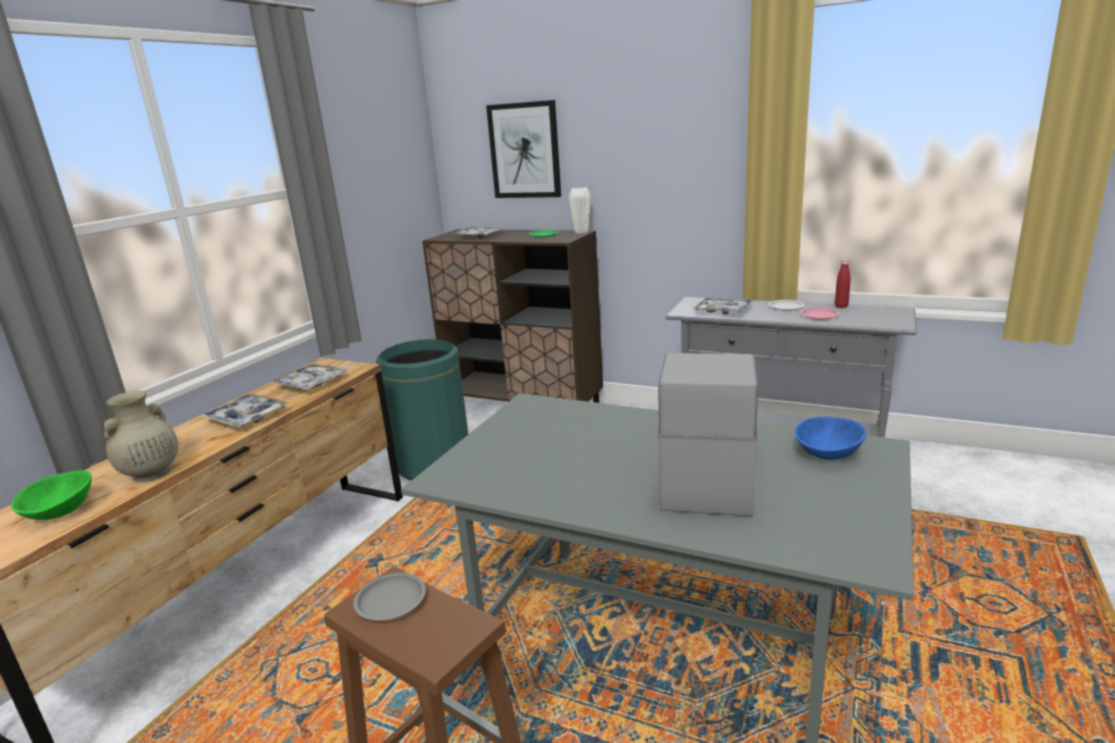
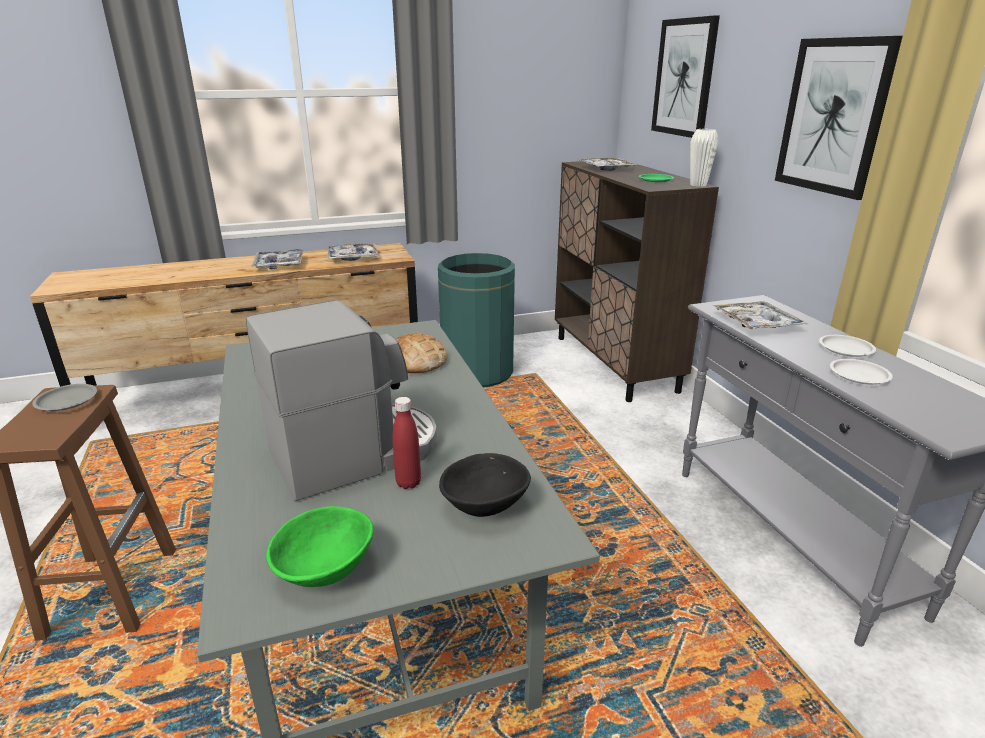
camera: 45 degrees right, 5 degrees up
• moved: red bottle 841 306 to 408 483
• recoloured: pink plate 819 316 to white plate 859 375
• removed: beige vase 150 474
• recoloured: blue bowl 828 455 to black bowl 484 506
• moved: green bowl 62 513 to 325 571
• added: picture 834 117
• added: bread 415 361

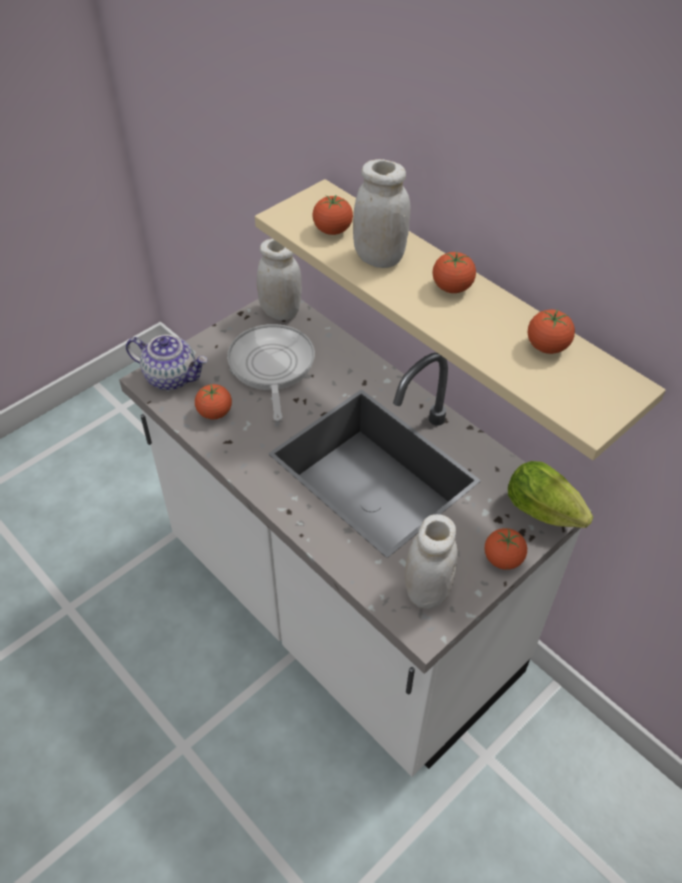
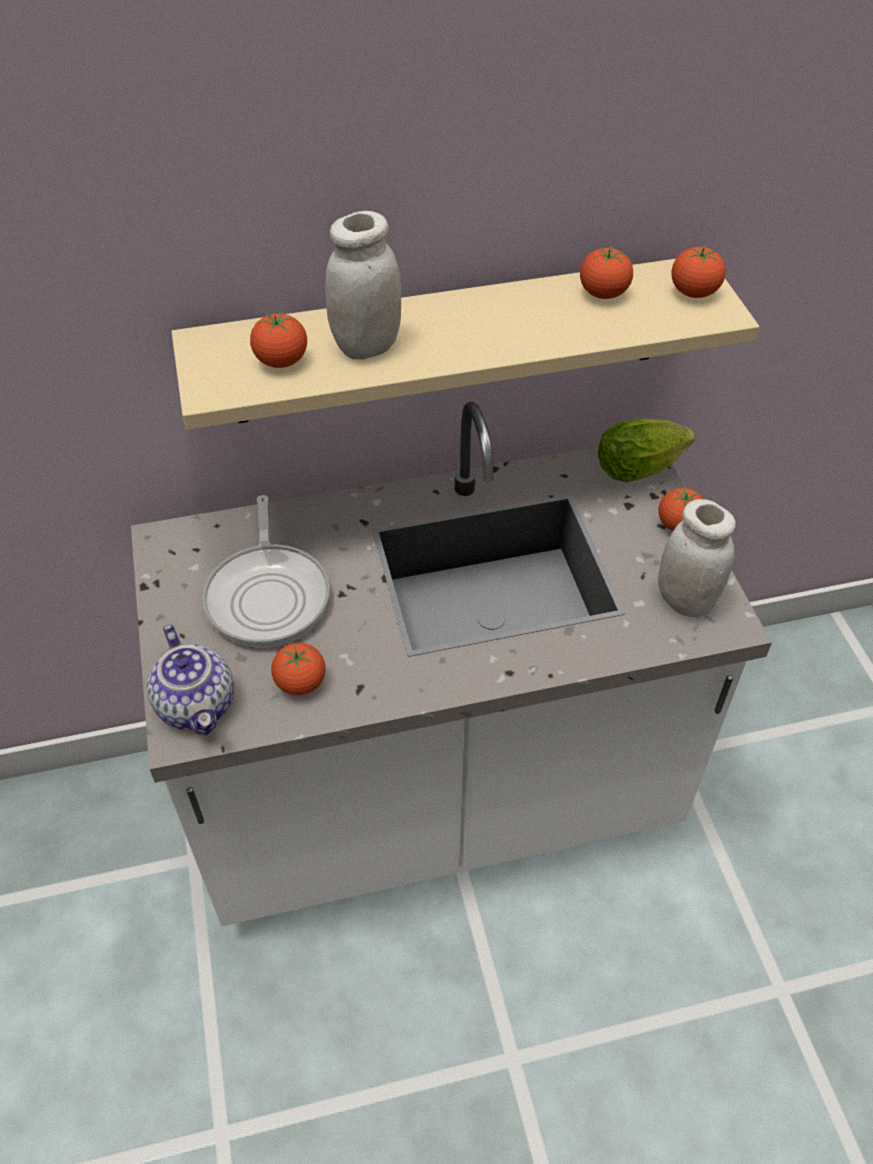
camera: 60 degrees left, 0 degrees up
• removed: white jar 280 312
• moved: tomato 452 288 to 693 293
• turned: frying pan 271 367 = 268 594 120 degrees counterclockwise
• turned: teapot 172 377 = 198 705 105 degrees clockwise

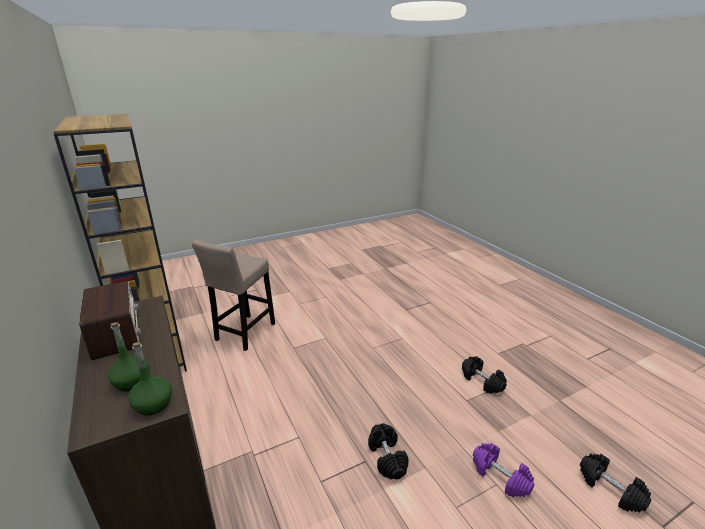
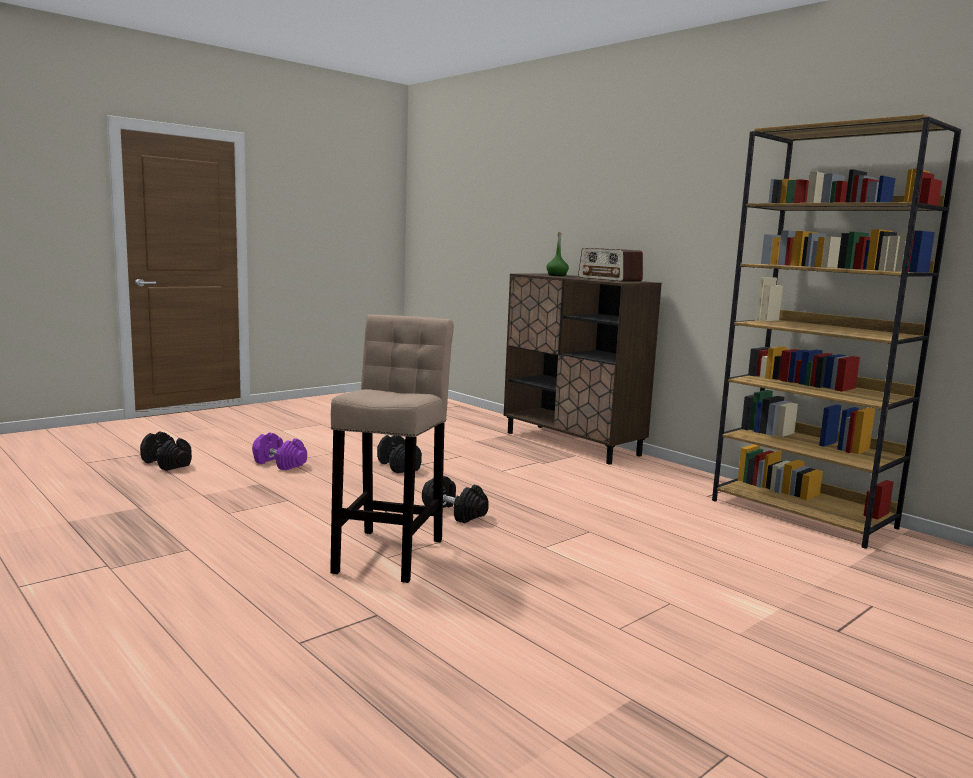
camera: 165 degrees right, 15 degrees down
• moved: beige stool 243 334 to 390 552
• removed: green bottle 153 404
• moved: black dumbbell 481 381 to 454 513

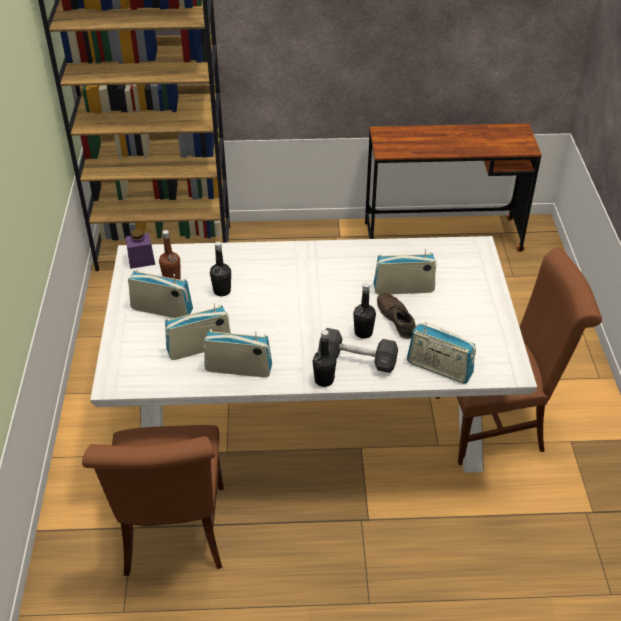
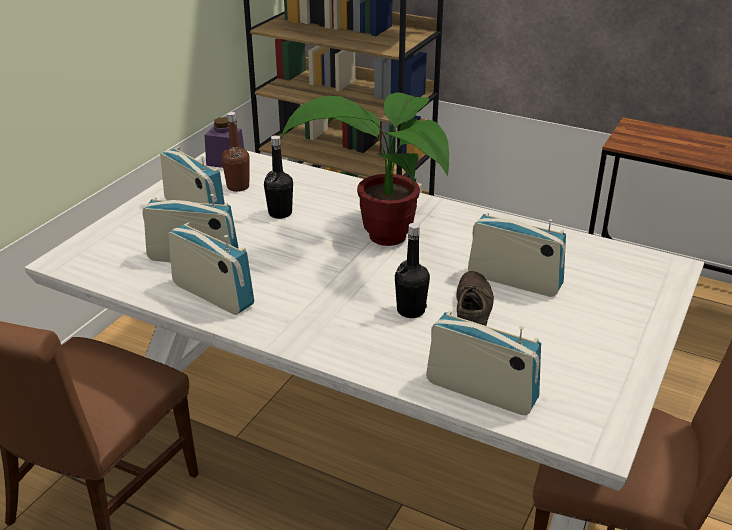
camera: 30 degrees right, 10 degrees down
• turned: radio 439 368 = 481 391 150 degrees clockwise
• removed: black dumbbell 357 360
• removed: black bottle 324 380
• added: potted plant 380 238

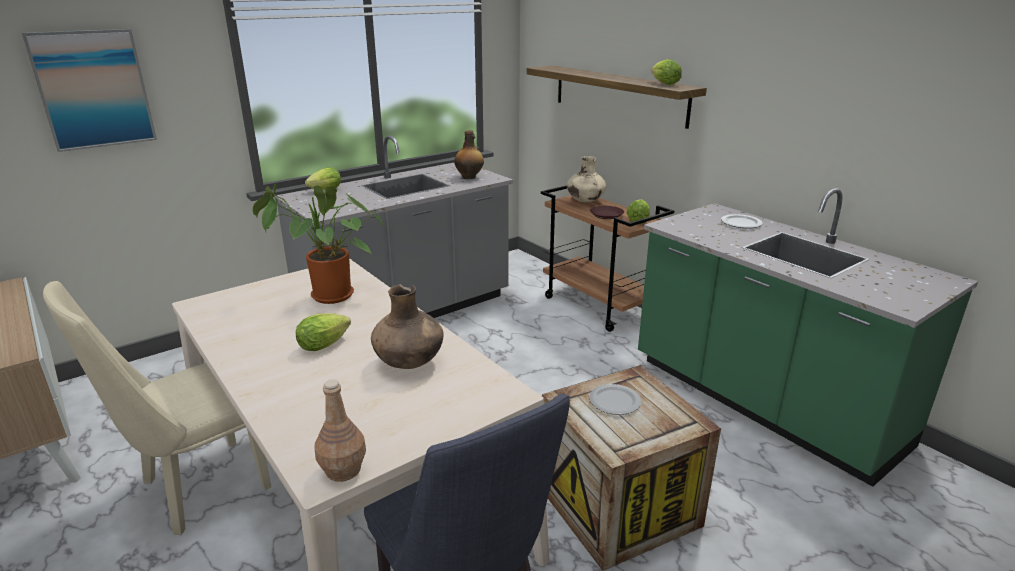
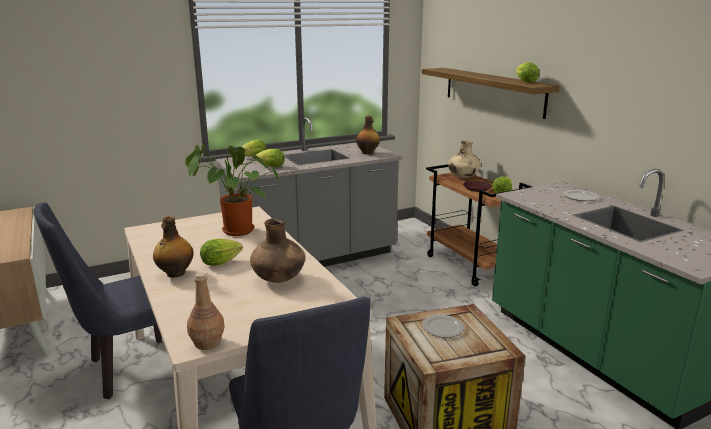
camera: 10 degrees right, 5 degrees down
• removed: picture 93 89
• recoloured: beige chair 195 490 to blue chair 125 370
• added: lettuce 269 166
• added: bottle 175 274

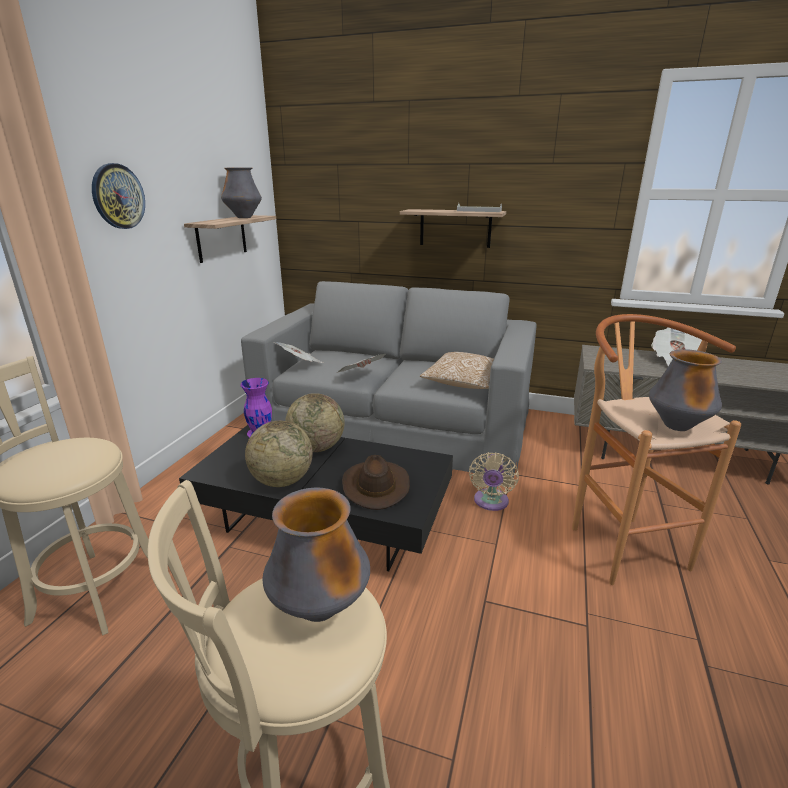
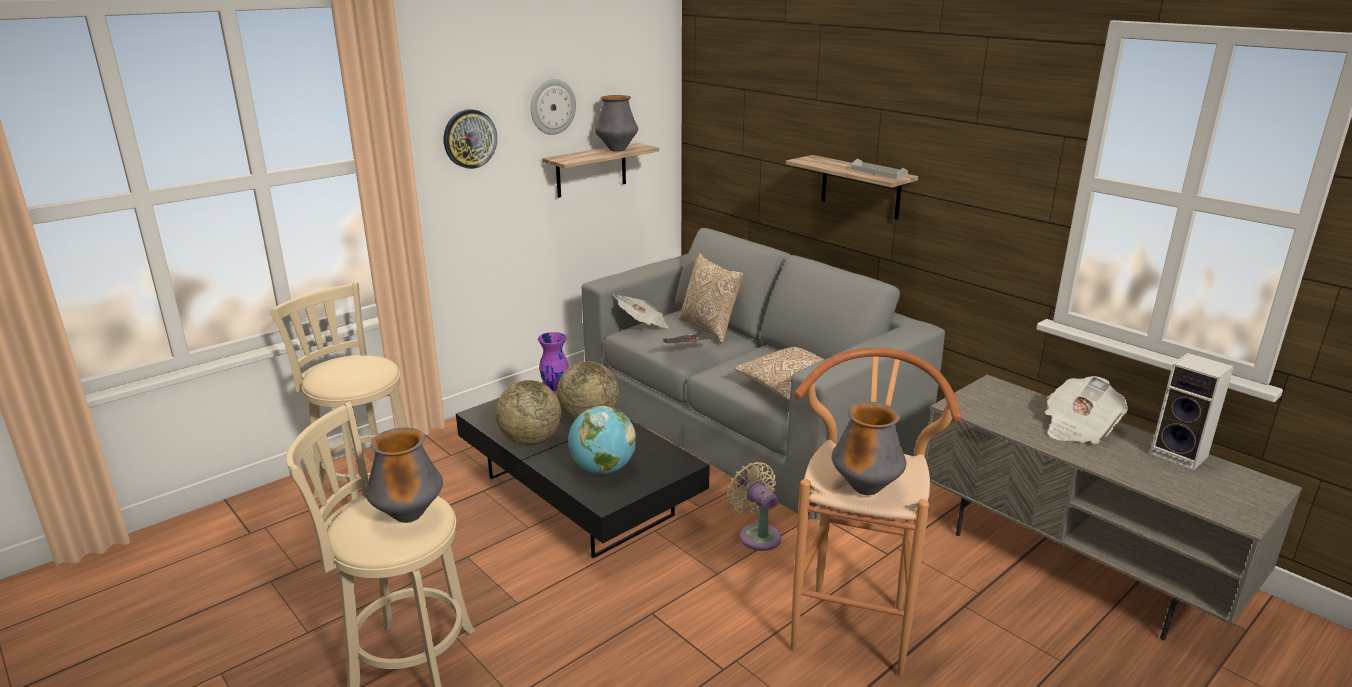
camera: 30 degrees right, 0 degrees up
• turned: beige fan 490 502 = 757 535 105 degrees clockwise
• replaced: brown hat 375 486 to globe 602 469
• added: wall clock 552 106
• added: pillow 710 329
• added: speaker 1181 456

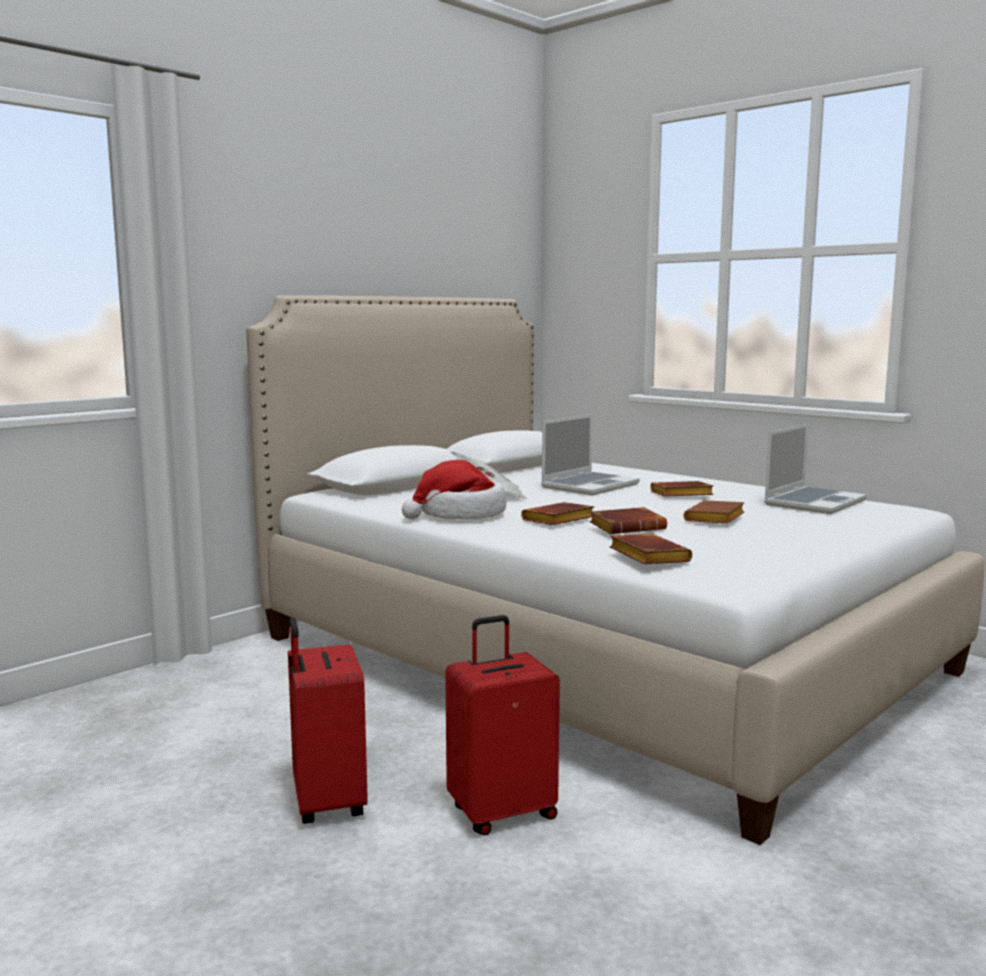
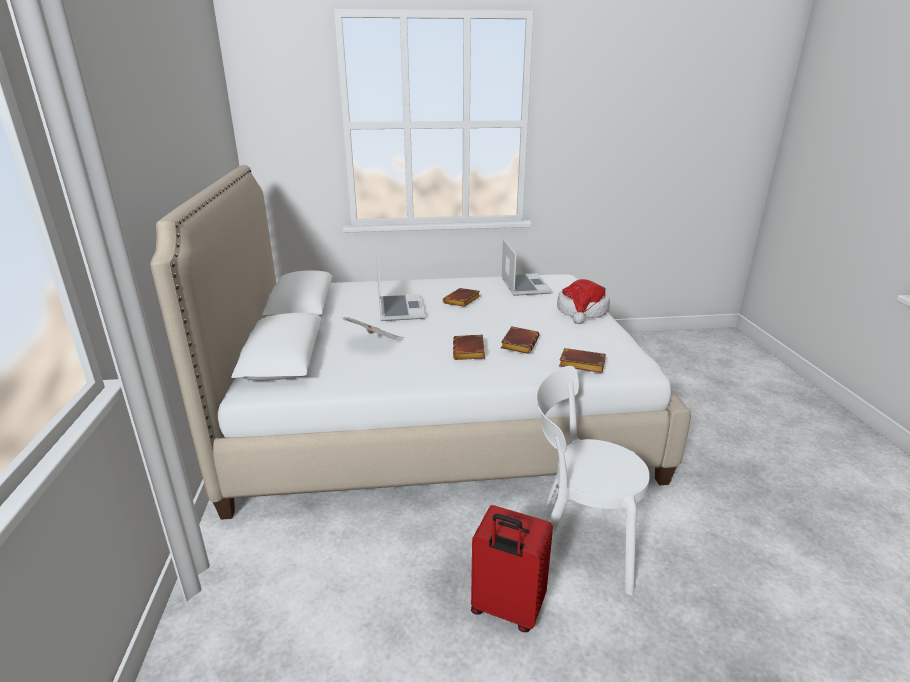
camera: 50 degrees left, 15 degrees up
• moved: hat 460 514 to 582 311
• removed: brown book 716 519
• replaced: red suitcase 502 812 to white chair 578 544

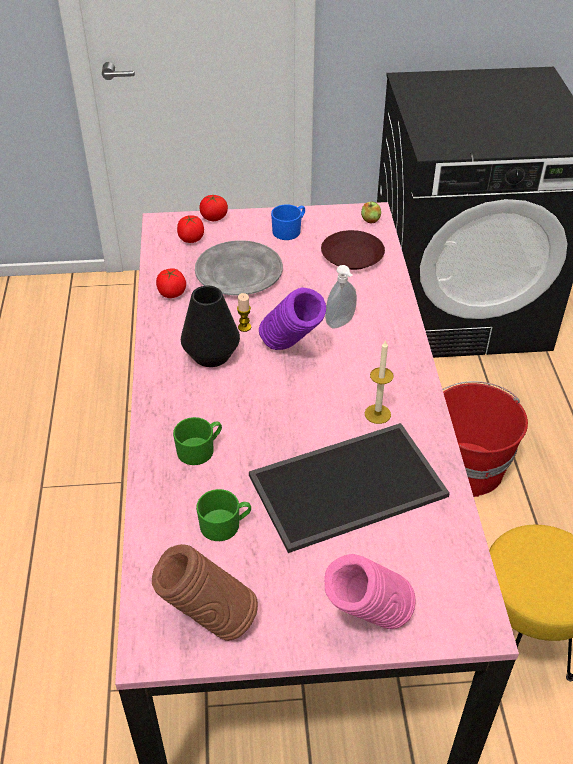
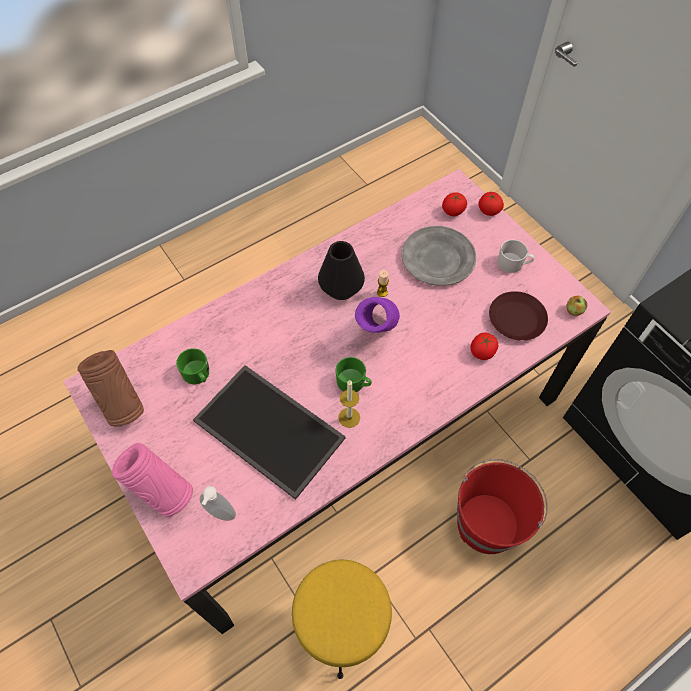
camera: 60 degrees right, 15 degrees up
• recoloured: blue mug 289 230 to white mug 513 264
• moved: soap dispenser 341 324 to 220 515
• moved: tomato 172 293 to 482 352
• moved: green mug 200 449 to 354 382

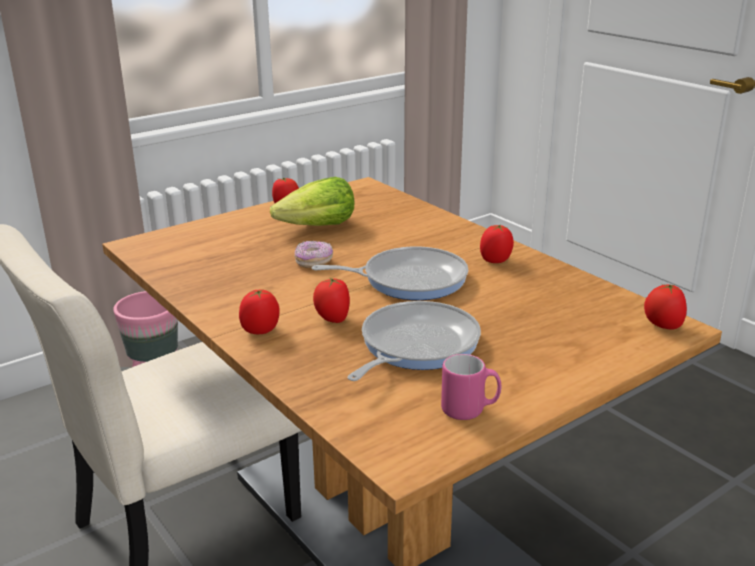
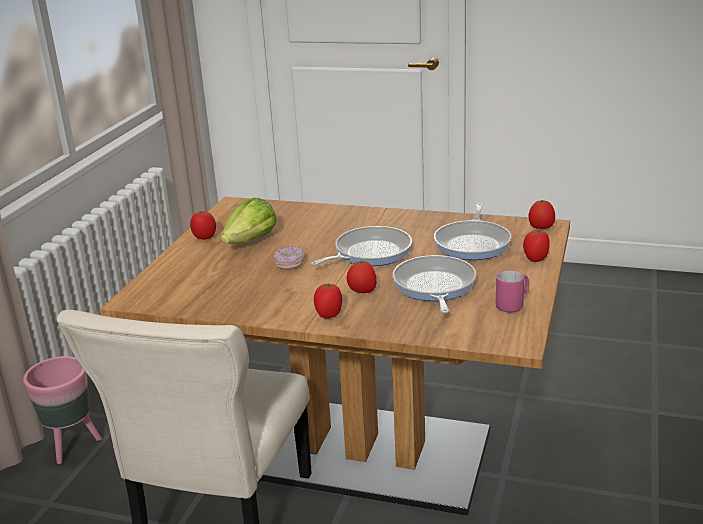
camera: 35 degrees left, 0 degrees up
• moved: tomato 496 260 to 536 259
• added: frying pan 473 243

